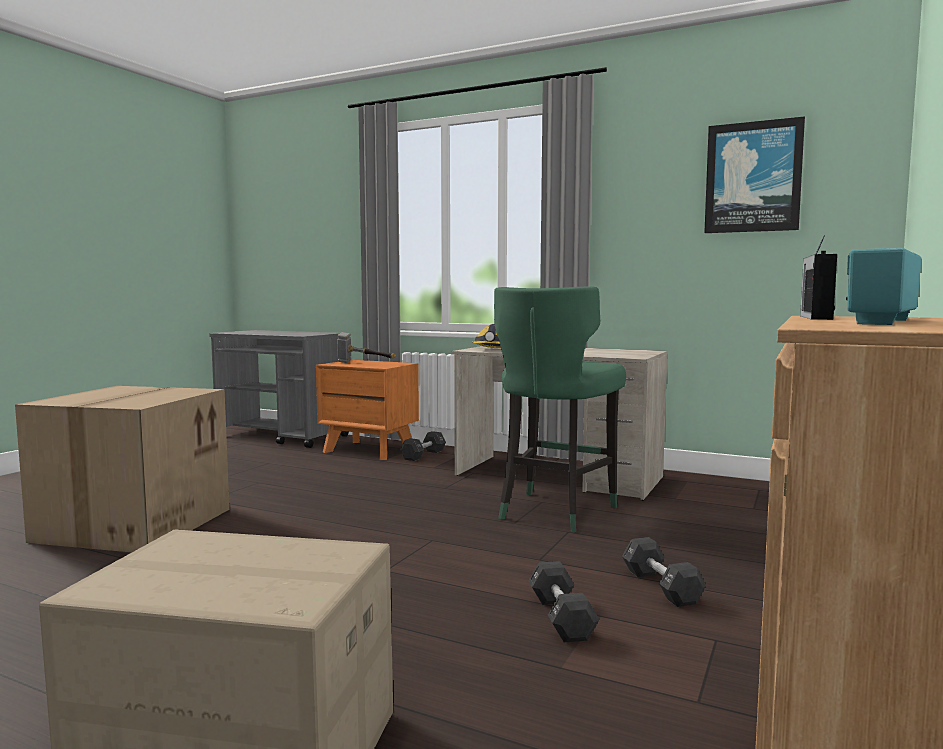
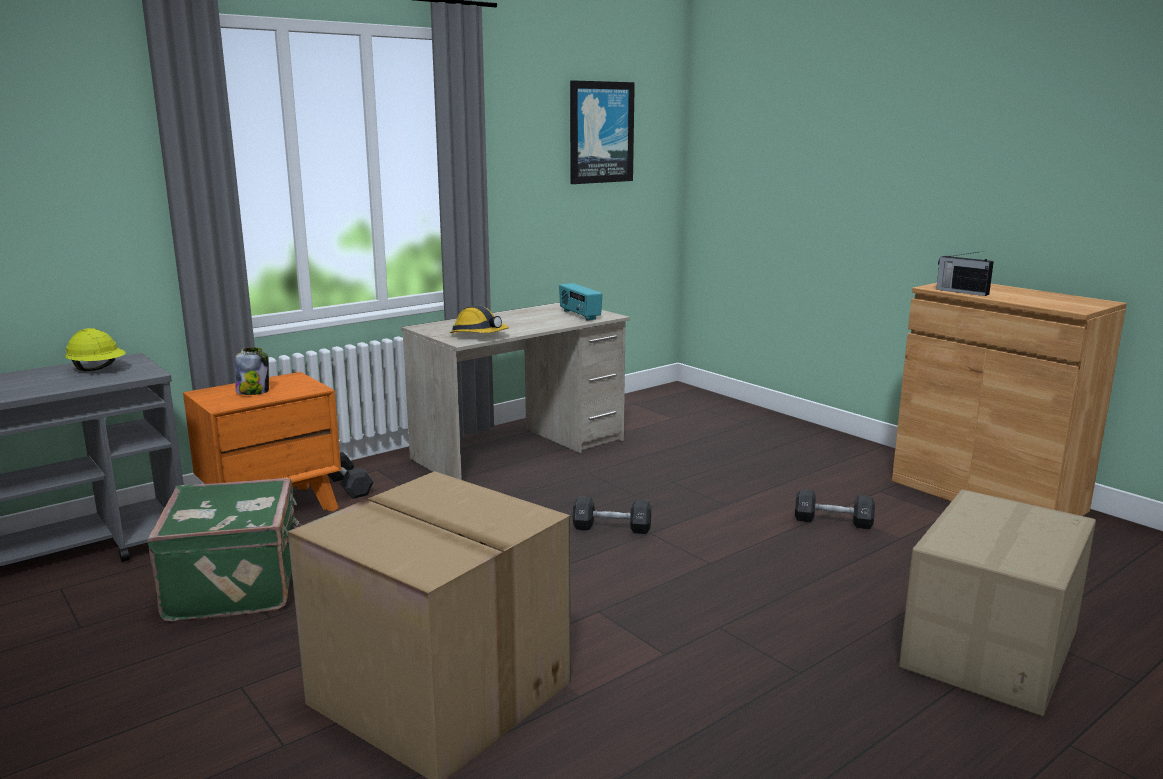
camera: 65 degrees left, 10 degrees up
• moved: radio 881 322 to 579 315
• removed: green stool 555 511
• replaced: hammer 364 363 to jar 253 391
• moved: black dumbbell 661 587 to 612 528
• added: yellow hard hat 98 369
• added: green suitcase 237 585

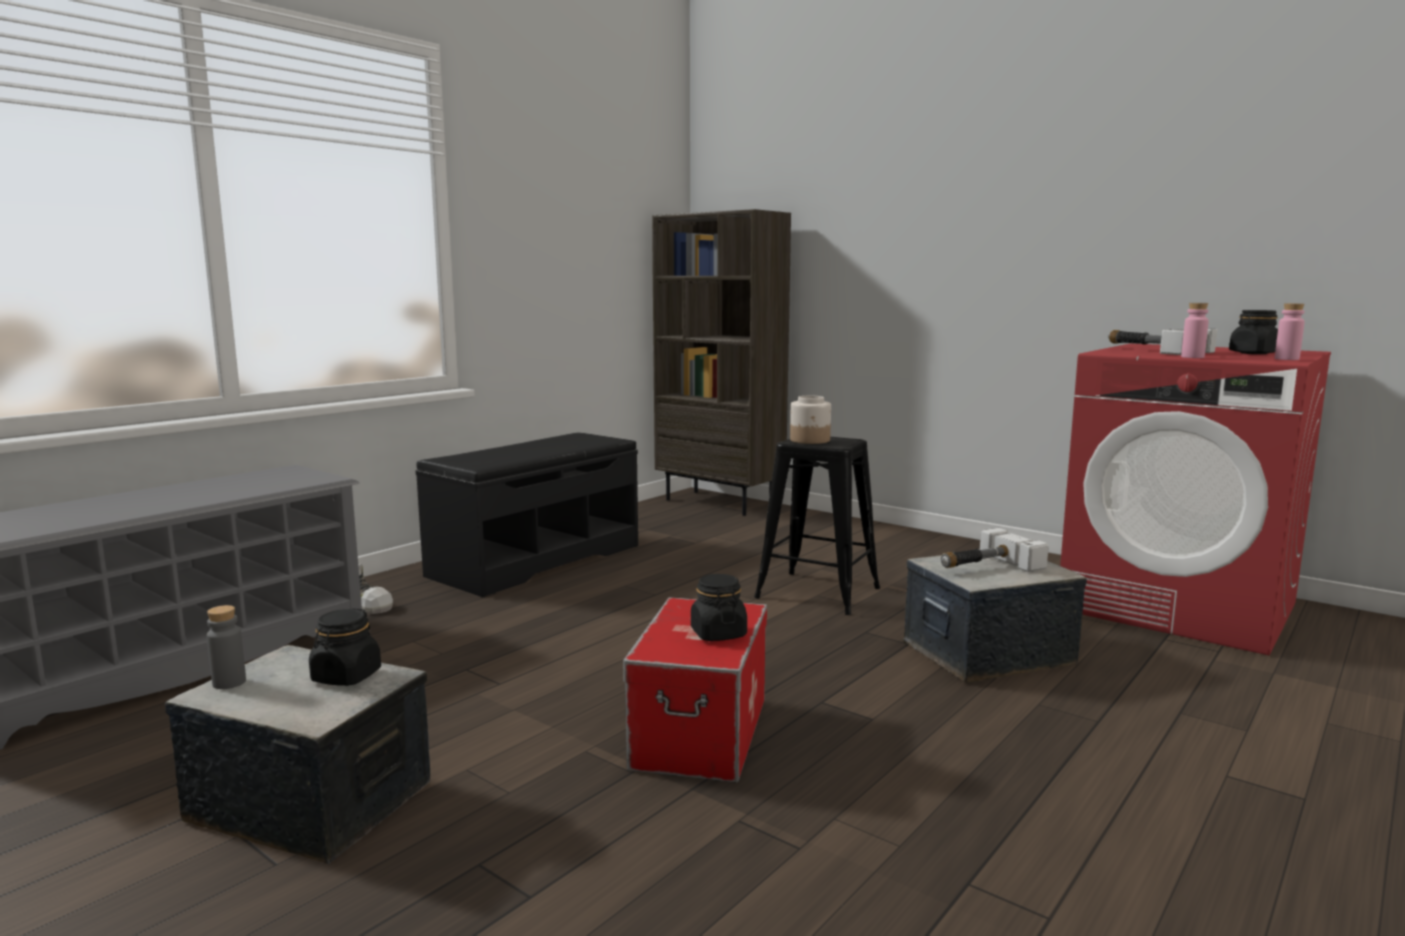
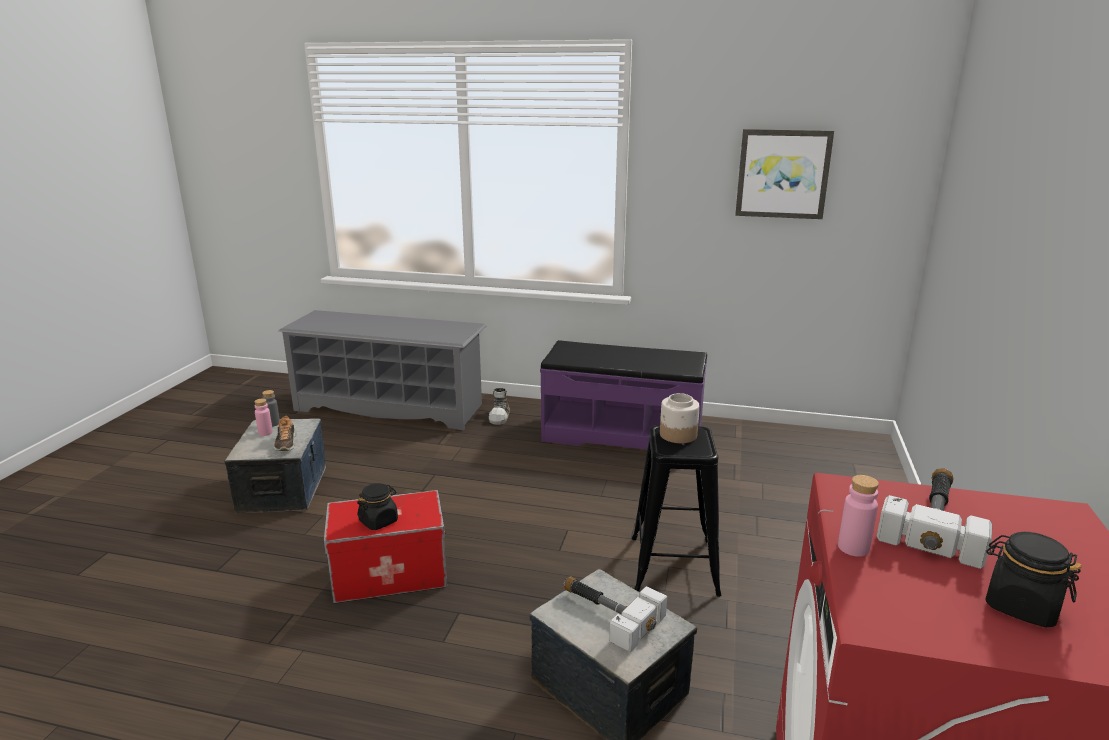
camera: 65 degrees right, 10 degrees up
• removed: brown bookcase 720 503
• moved: pink bottle 1286 359 to 265 433
• recoloured: black bench 535 560 to purple bench 622 434
• replaced: black jar 346 677 to shoe 286 443
• added: picture 782 174

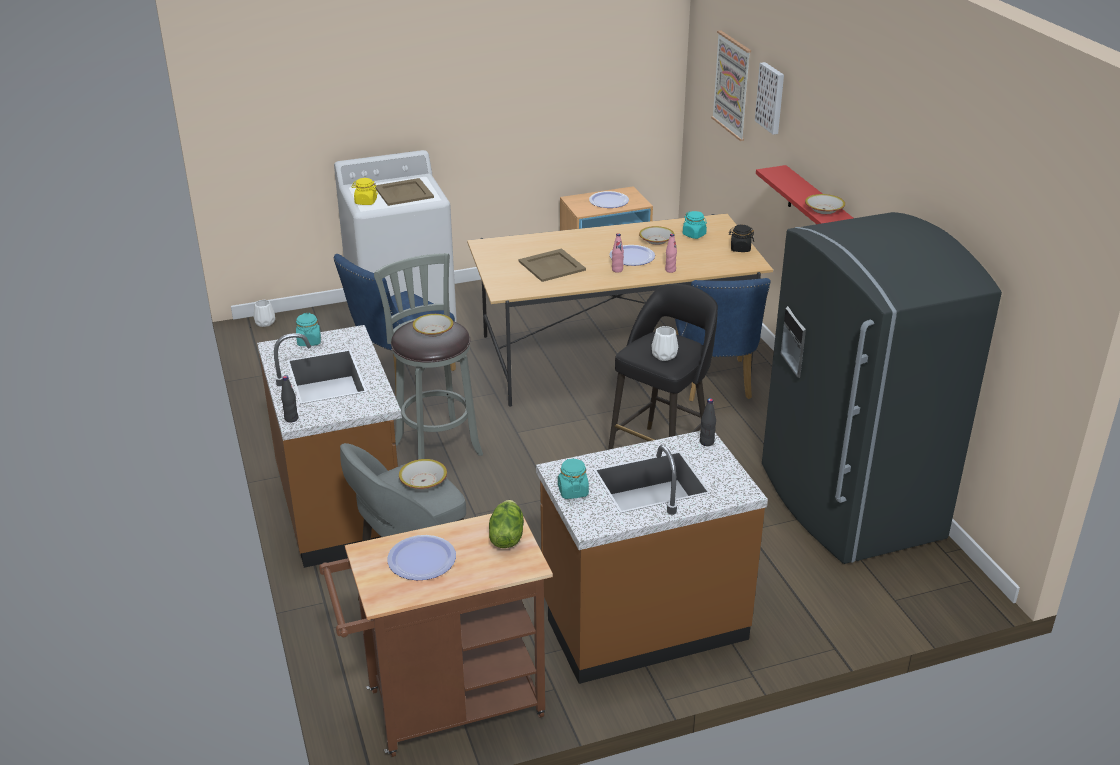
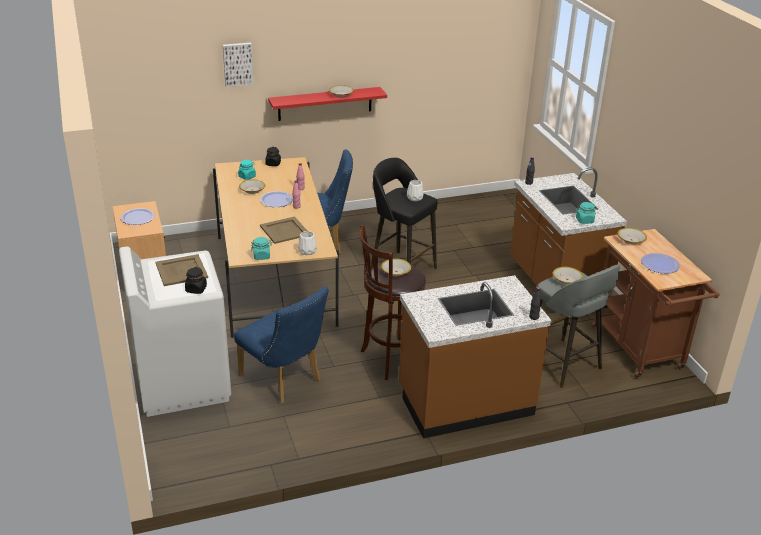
camera: 90 degrees left, 0 degrees up
• removed: picture 732 85
• recoloured: yellow jar 365 202 to black jar 196 289
• removed: grey fridge 847 503
• recoloured: grey stool 435 447 to brown stool 389 359
• moved: white vase 265 323 to 308 251
• moved: turquoise jar 309 341 to 262 256
• replaced: lettuce 506 537 to bowl 631 240

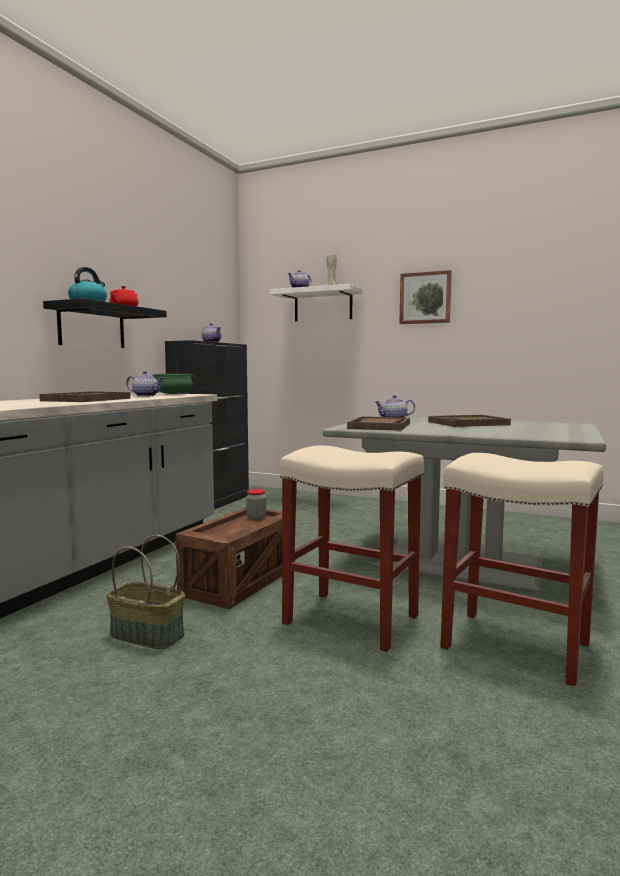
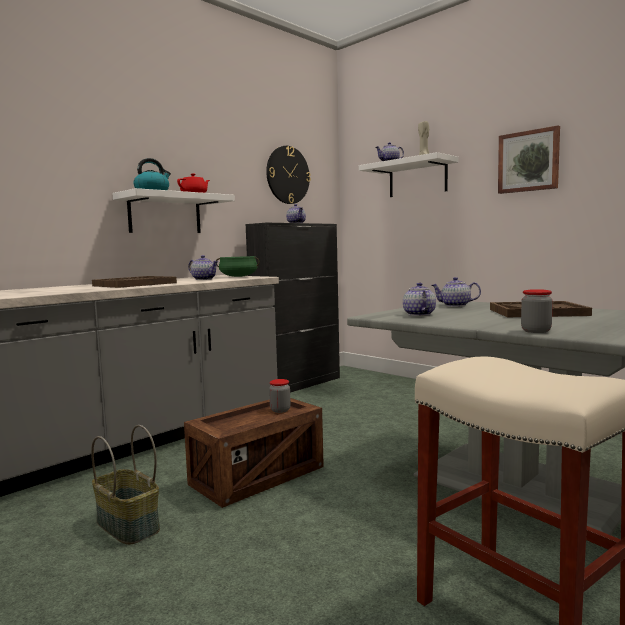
camera: 20 degrees right, 0 degrees up
• recoloured: black shelf 92 327 to white shelf 165 214
• replaced: brown tray 379 426 to teapot 418 314
• removed: beige stool 349 619
• added: wall clock 287 175
• added: jar 536 331

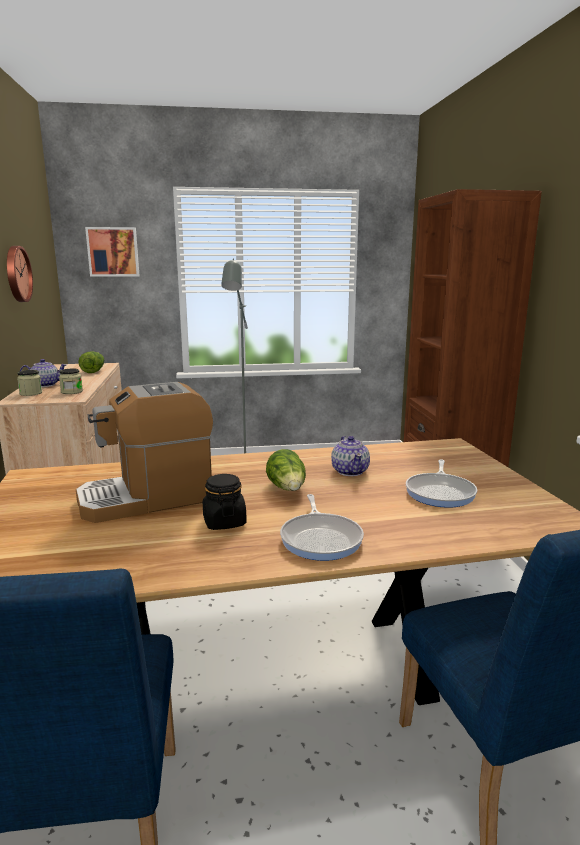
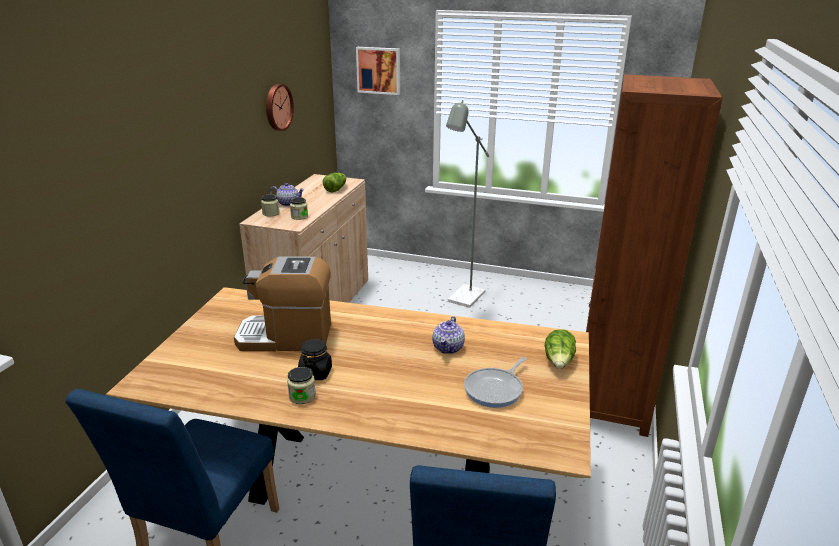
camera: 25 degrees right, 10 degrees up
• moved: lettuce 288 489 to 559 362
• removed: frying pan 321 539
• added: jar 302 396

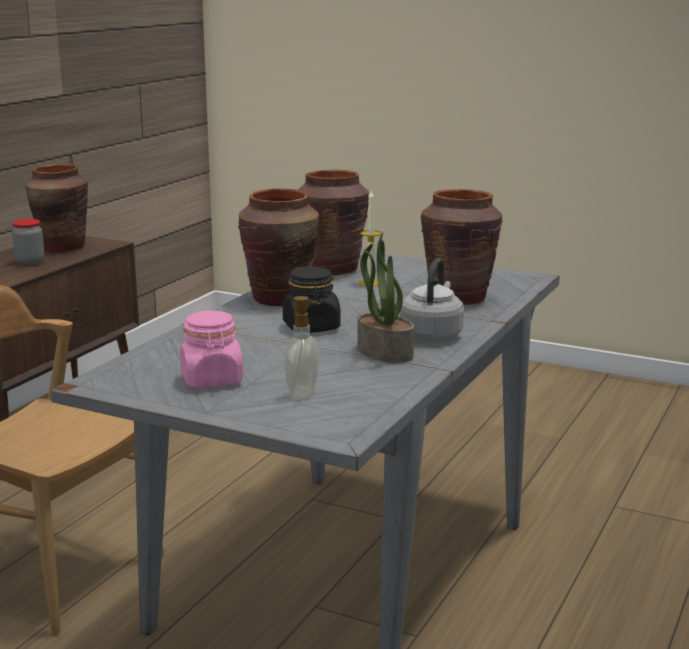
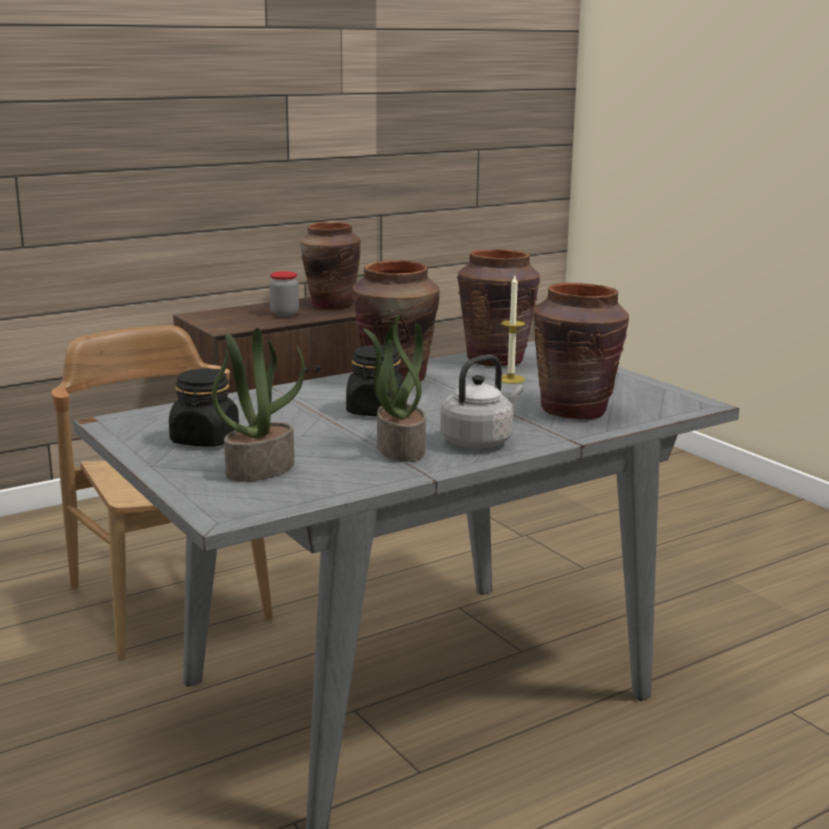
camera: 30 degrees right, 0 degrees up
• replaced: soap dispenser 304 393 to potted plant 260 468
• recoloured: pink jar 212 380 to black jar 205 440

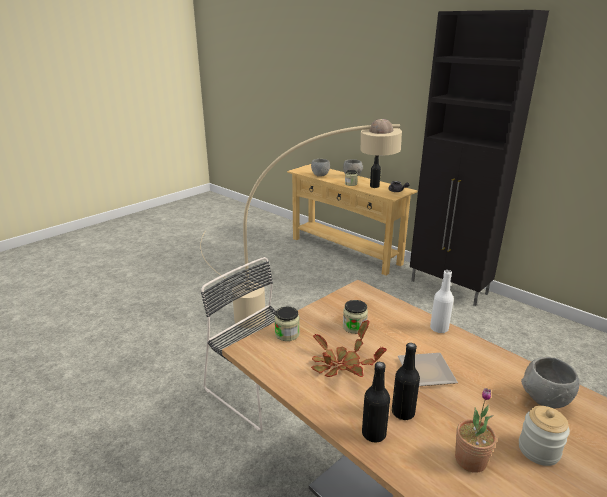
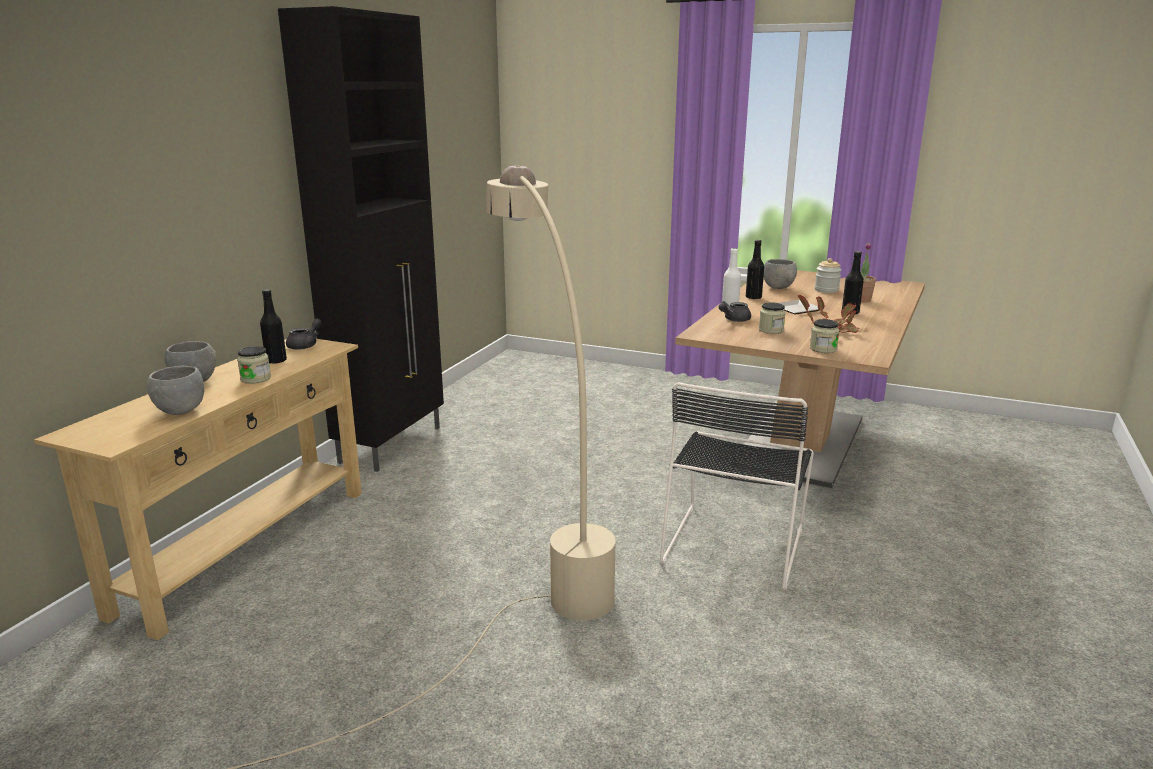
camera: 110 degrees left, 5 degrees down
• moved: black bottle 373 434 to 753 297
• added: grey teapot 733 320

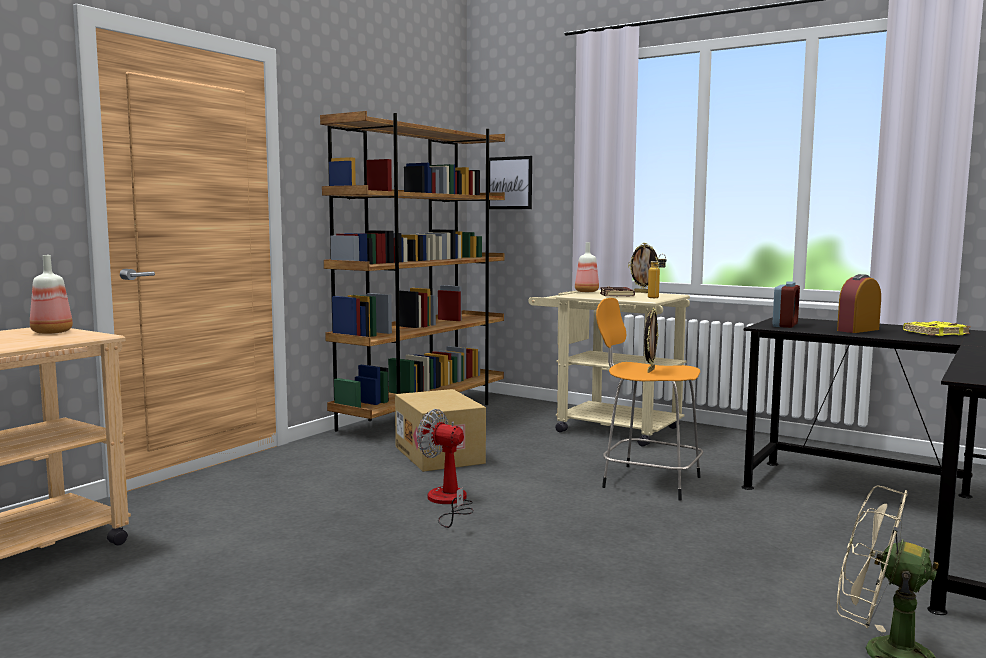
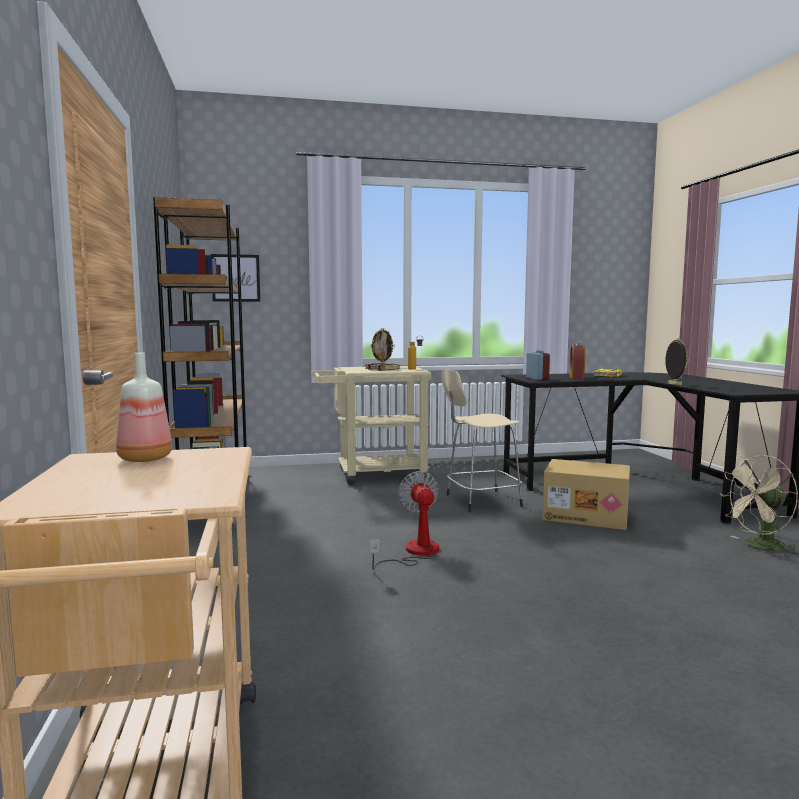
camera: 45 degrees left, 0 degrees up
• removed: bottle 586 292
• recoloured: orange stool 648 481 to beige stool 480 501
• moved: picture frame 650 370 to 674 384
• moved: cardboard box 440 455 to 586 515
• turned: fan 448 502 = 414 552 90 degrees clockwise

